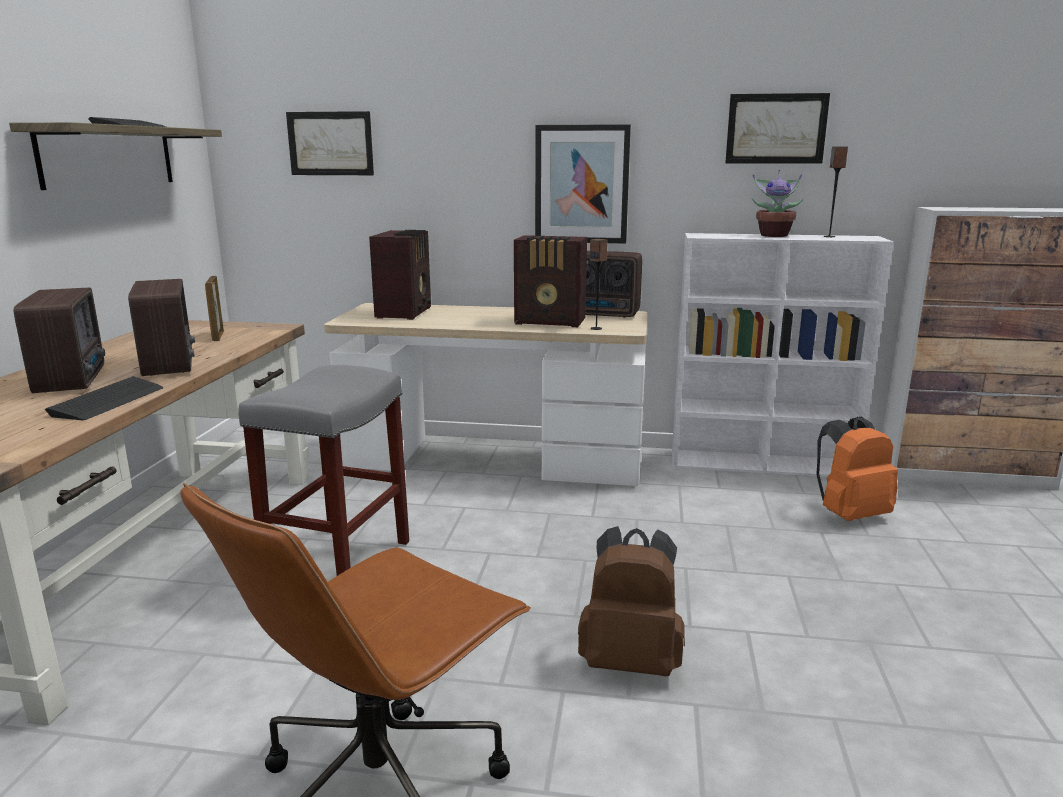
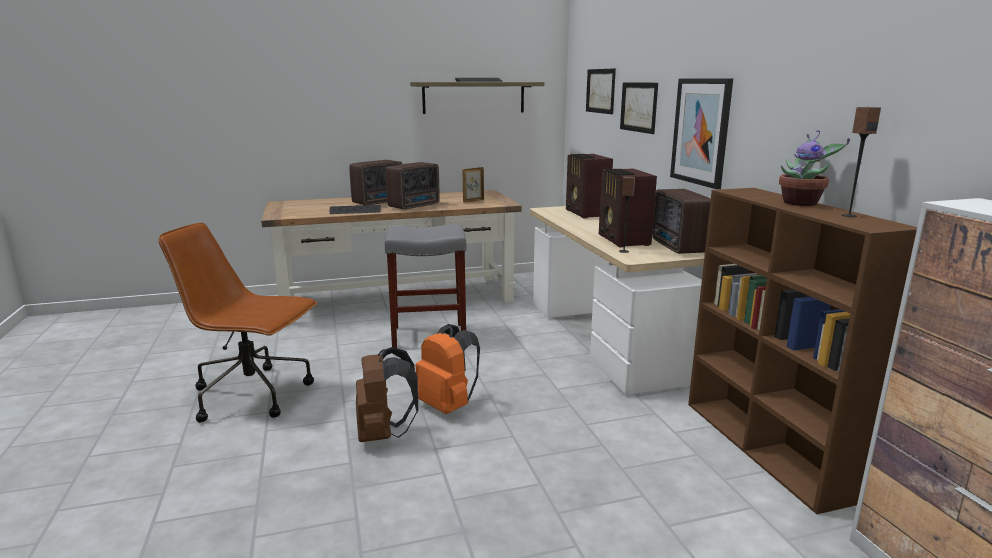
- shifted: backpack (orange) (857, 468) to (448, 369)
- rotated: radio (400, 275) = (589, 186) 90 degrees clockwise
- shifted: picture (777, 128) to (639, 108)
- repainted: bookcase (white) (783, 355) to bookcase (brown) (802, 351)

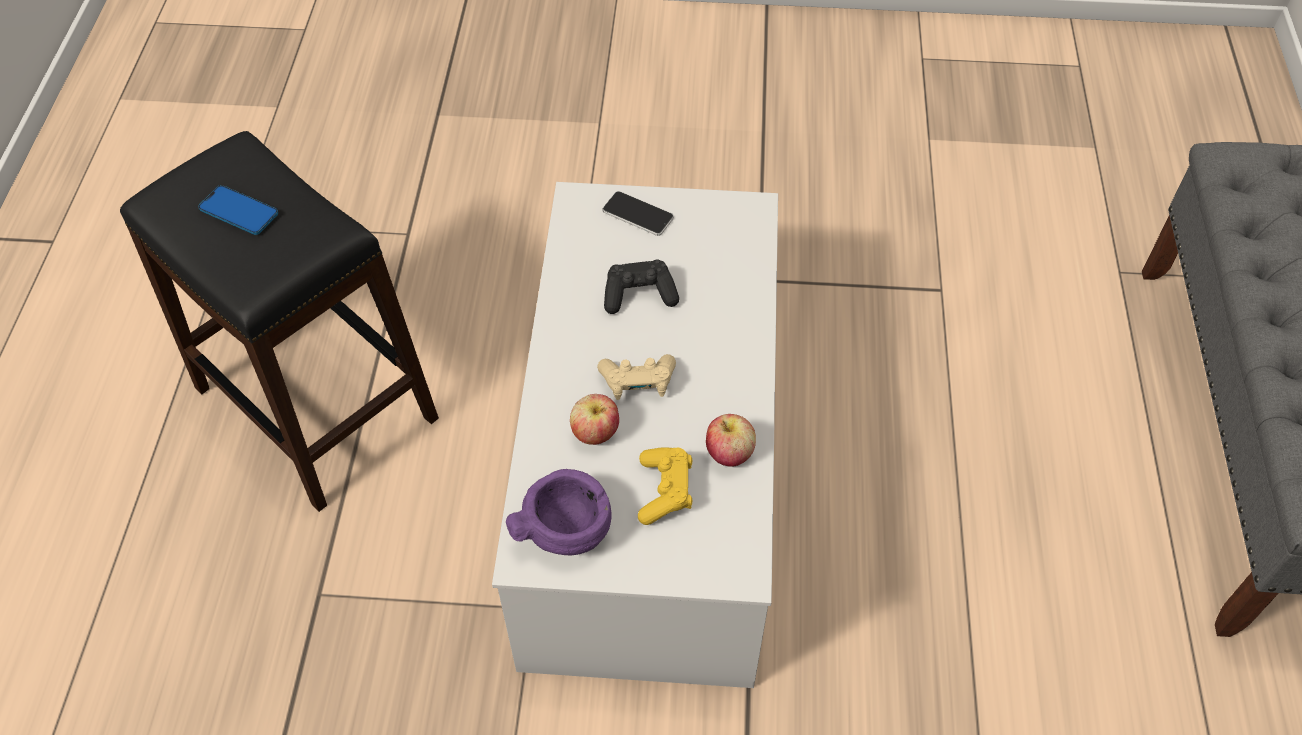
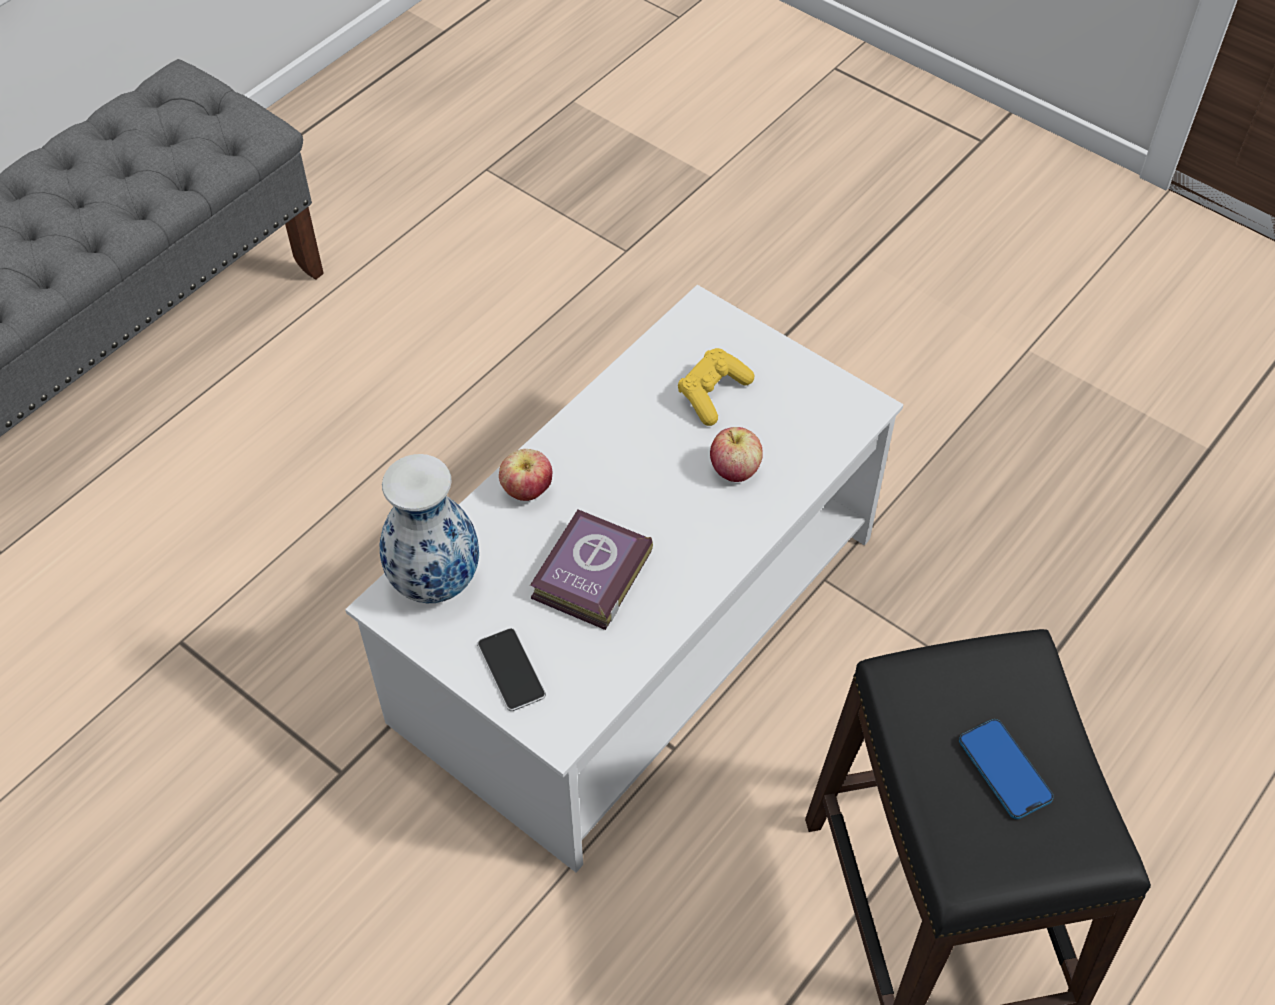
- new: vase (429, 528)
- shifted: apple (731, 440) to (525, 475)
- swapped: game controller (black) (641, 287) to book (591, 570)
- gone: bowl (purple) (559, 512)
- gone: game controller (beige) (636, 377)

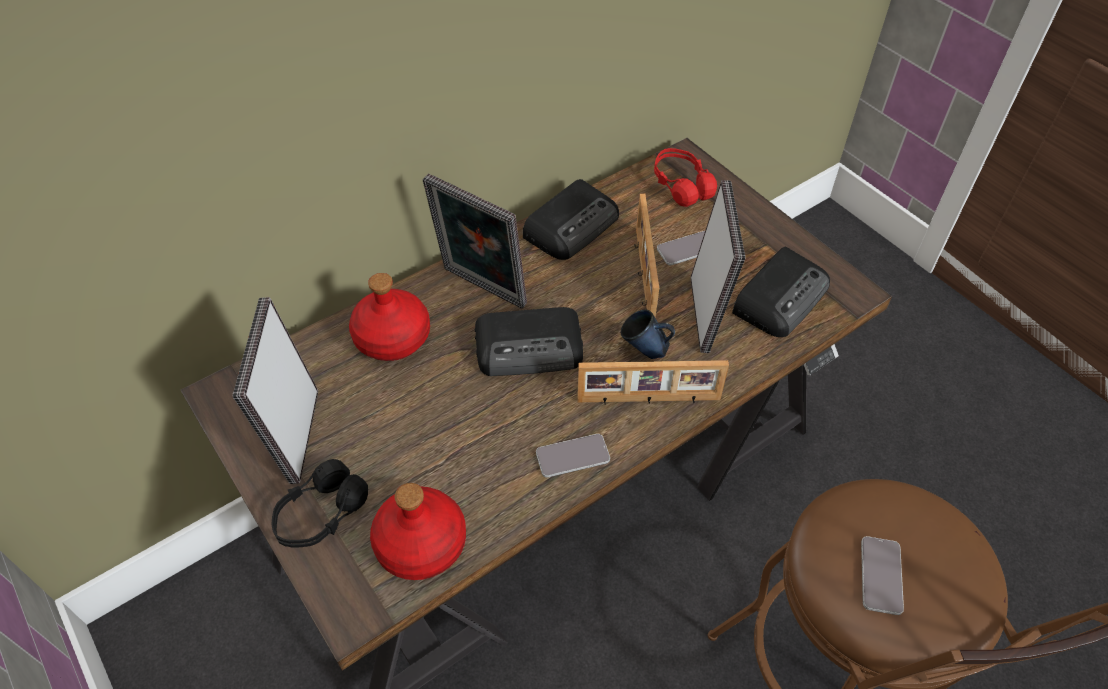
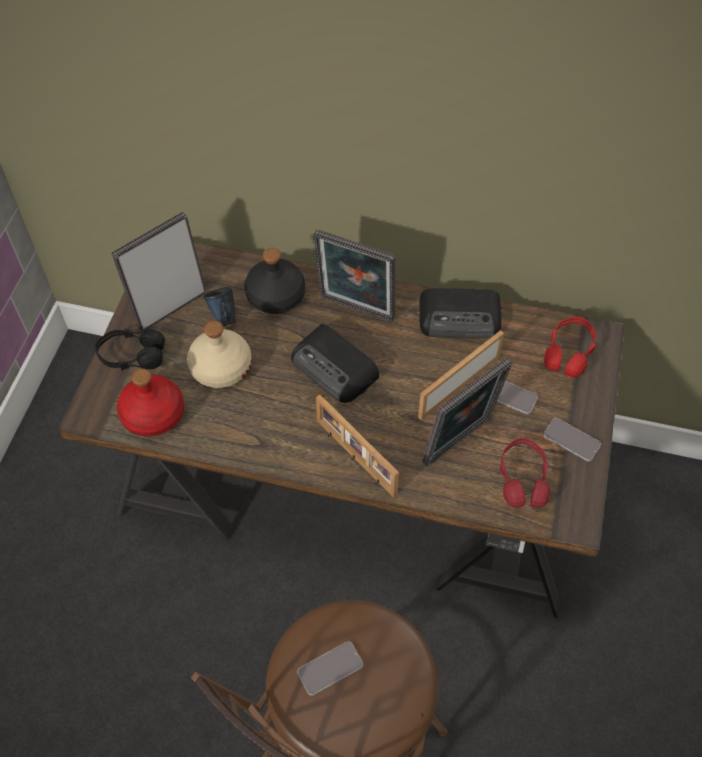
- new: bottle (beige) (219, 354)
- shifted: mug (blue) (648, 334) to (219, 306)
- repainted: bottle (red) (389, 317) to bottle (black) (274, 281)
- rotated: picture frame (475, 241) = (354, 275) 60 degrees counterclockwise
- swapped: radio (781, 292) to headphones (red) (525, 473)
- shifted: phone (573, 456) to (572, 440)

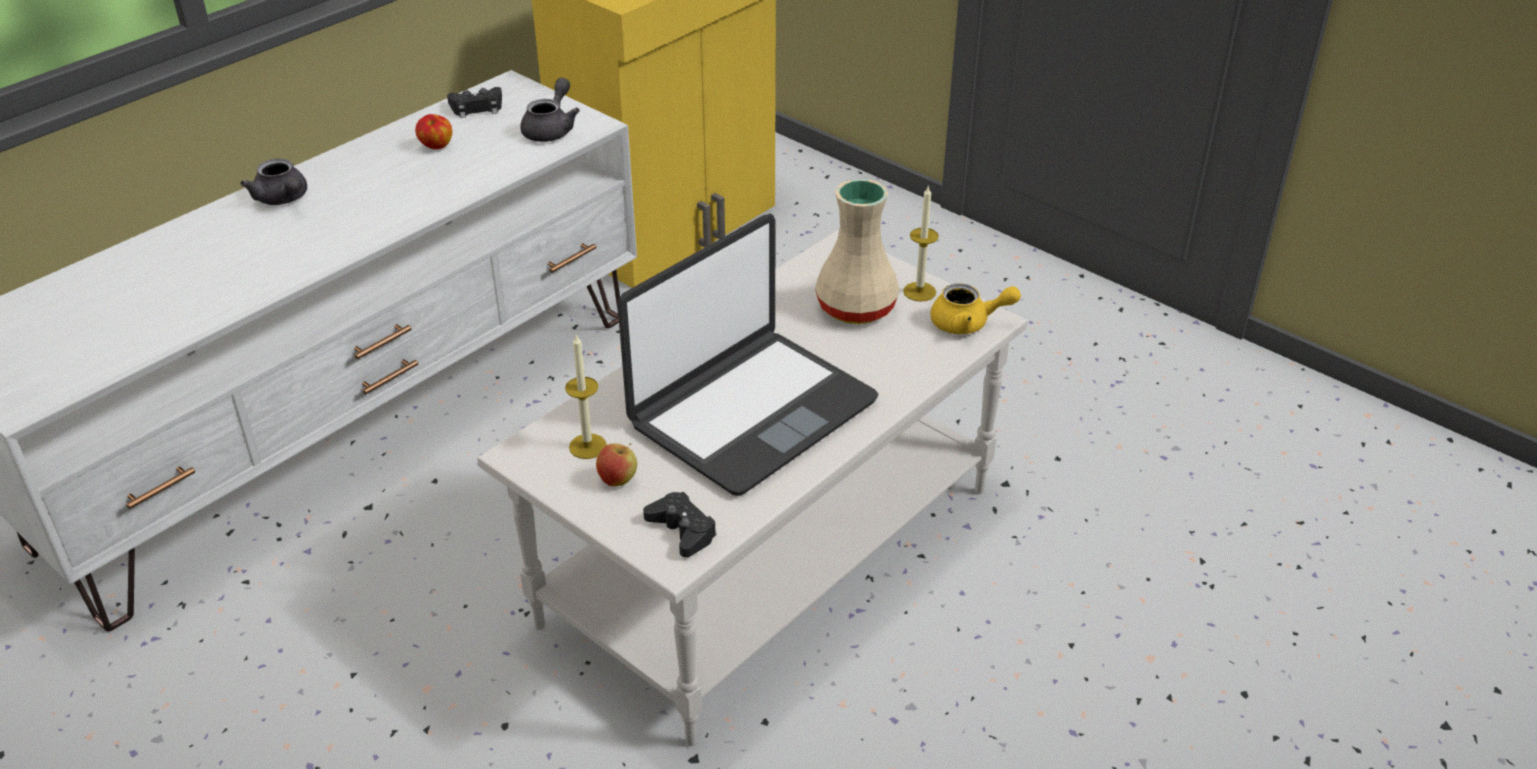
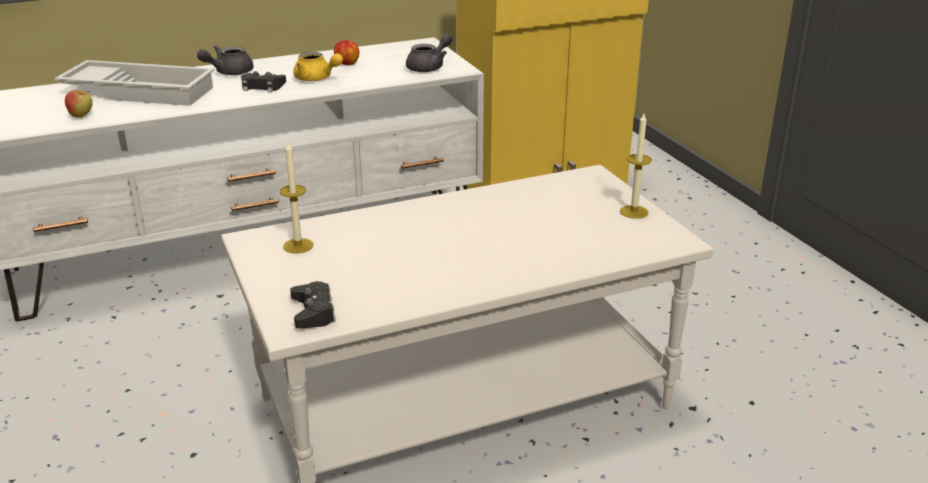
- new: tray (white) (135, 83)
- shifted: apple (616, 464) to (79, 104)
- rotated: teapot (grey) (273, 181) = (225, 60) 60 degrees clockwise
- shifted: game controller (black) (474, 102) to (263, 81)
- shifted: teapot (yellow) (975, 308) to (318, 66)
- gone: laptop (748, 355)
- gone: vase (beige) (857, 251)

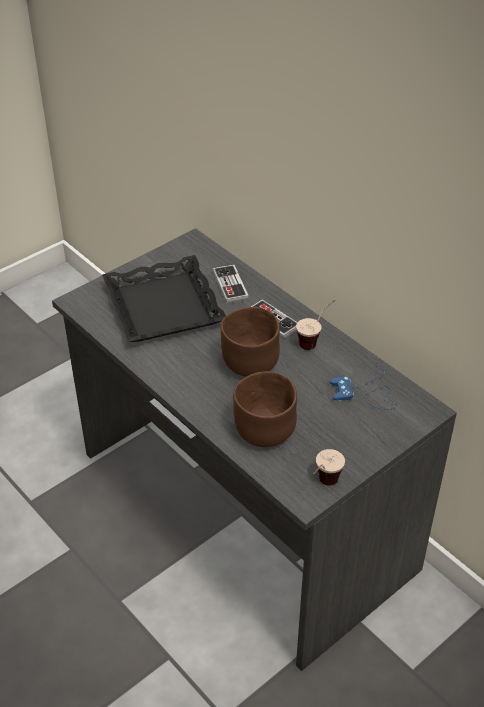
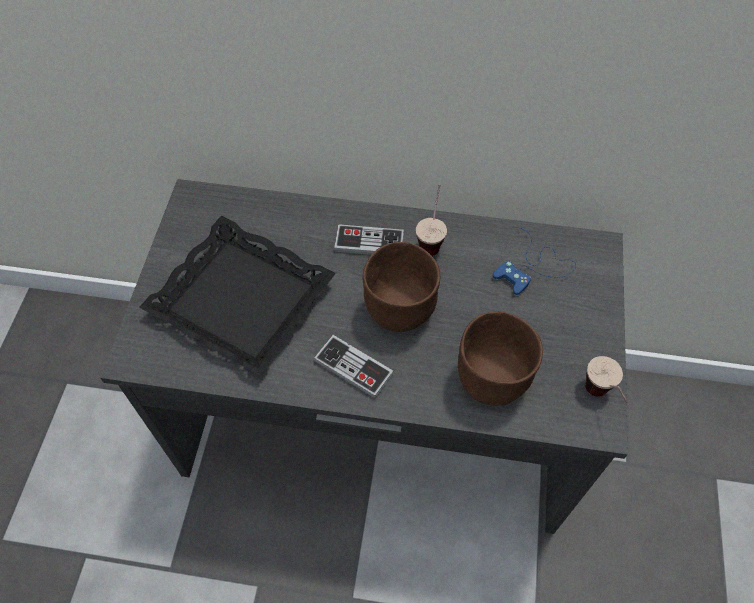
- shifted: game controller (231, 283) to (354, 366)

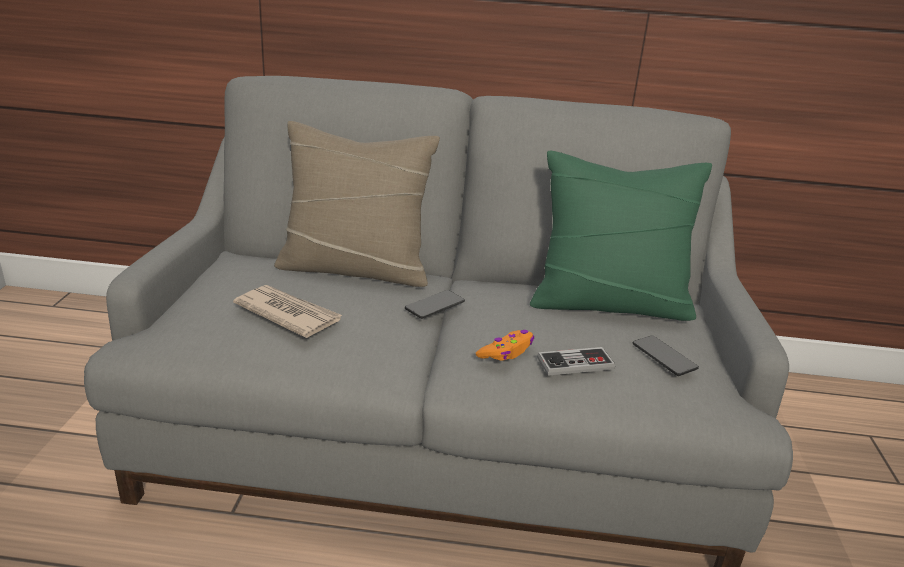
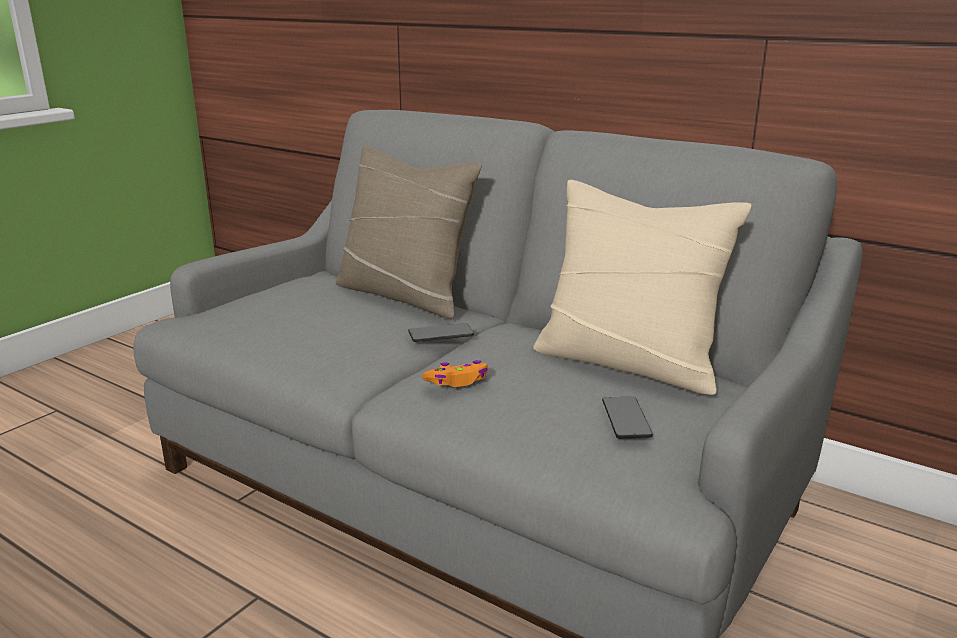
- repainted: pillow (green) (621, 236) to pillow (beige) (642, 287)
- gone: newspaper (288, 311)
- gone: game controller (576, 361)

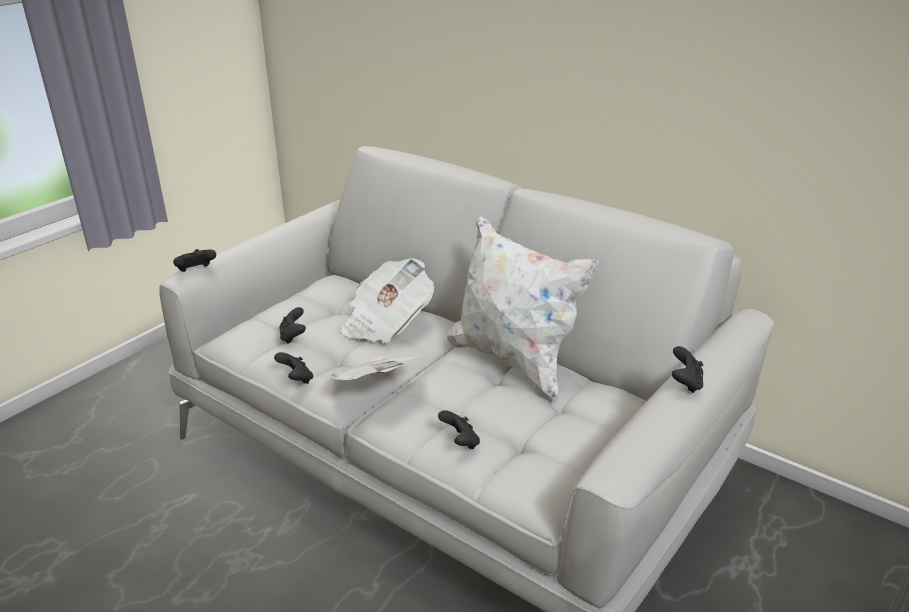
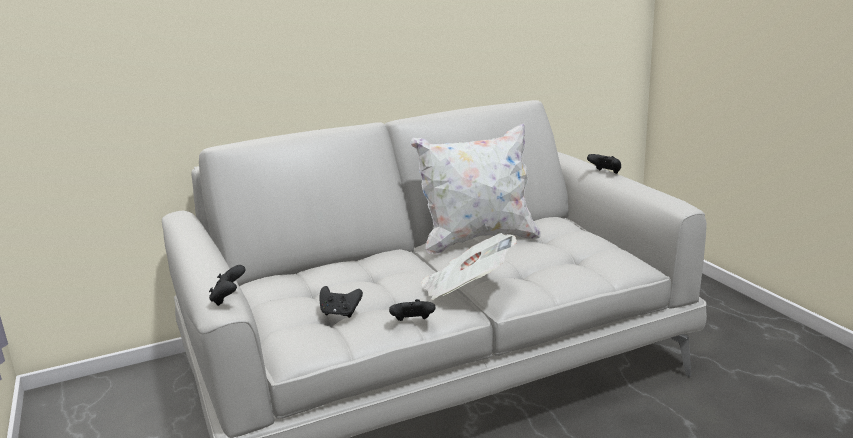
- gone: newspaper (387, 300)
- gone: game controller (black) (459, 429)

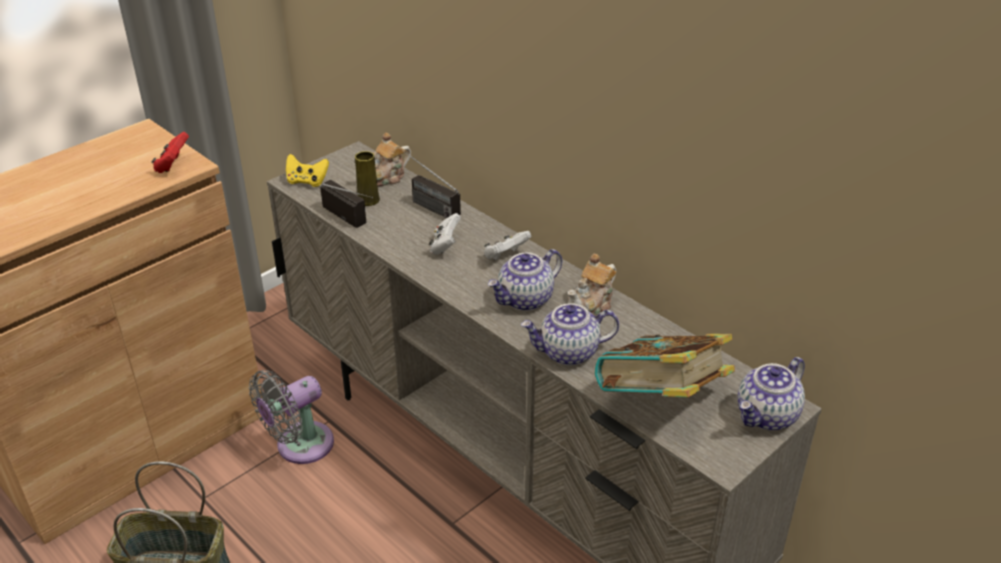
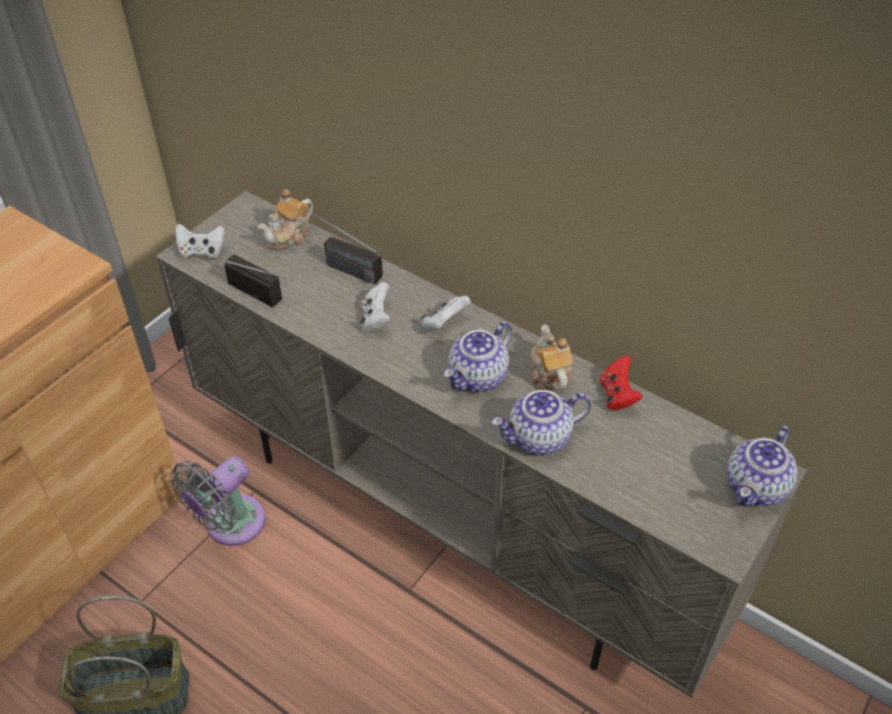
- repainted: game controller (yellow) (307, 170) to game controller (white) (200, 241)
- rotated: teapot (592, 285) = (551, 358) 135 degrees clockwise
- shifted: game controller (red) (170, 152) to (621, 383)
- gone: vase (yellow) (367, 178)
- gone: book (664, 366)

